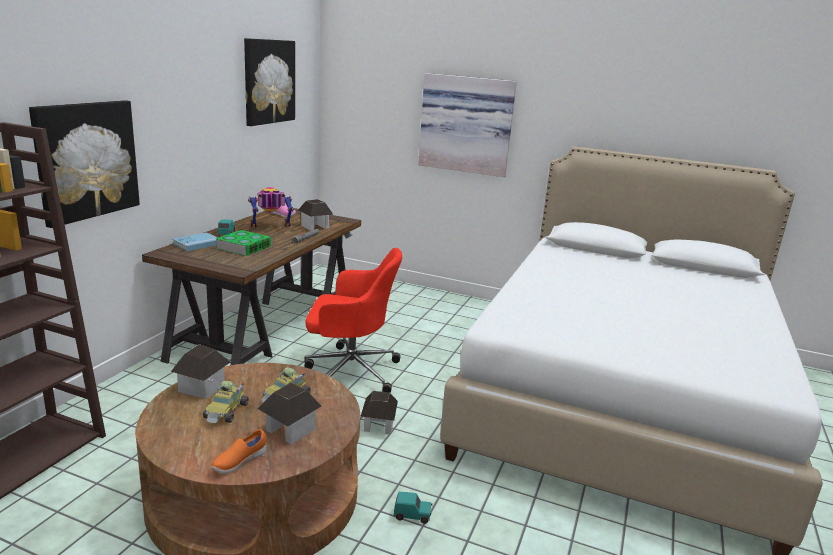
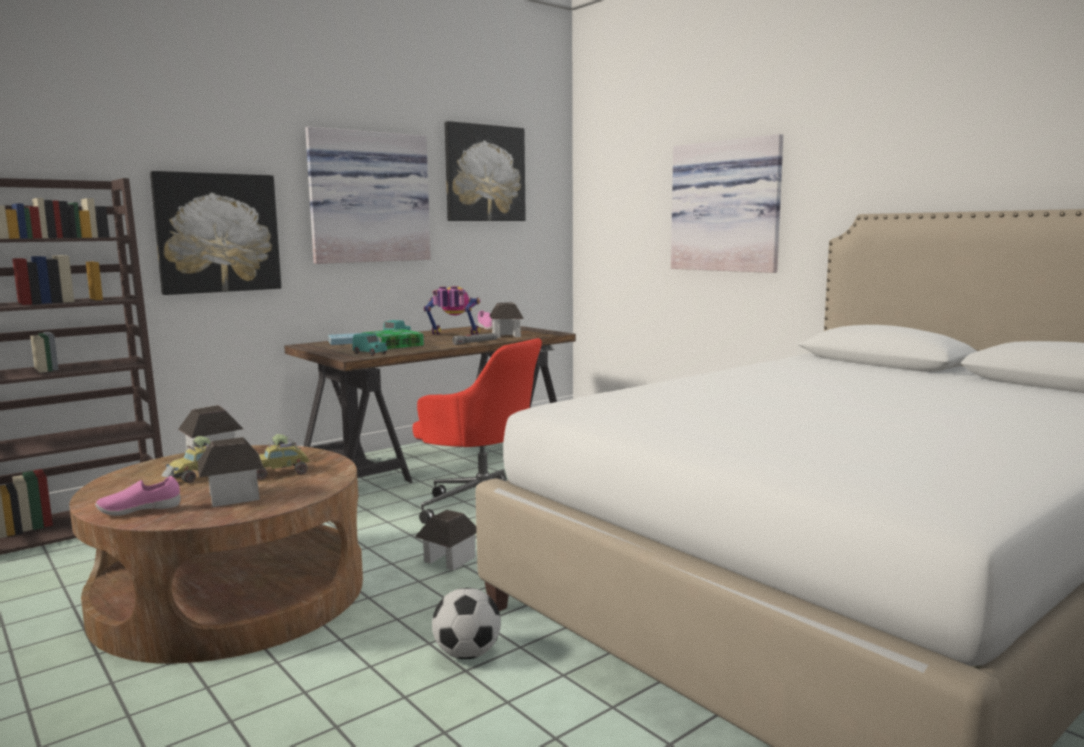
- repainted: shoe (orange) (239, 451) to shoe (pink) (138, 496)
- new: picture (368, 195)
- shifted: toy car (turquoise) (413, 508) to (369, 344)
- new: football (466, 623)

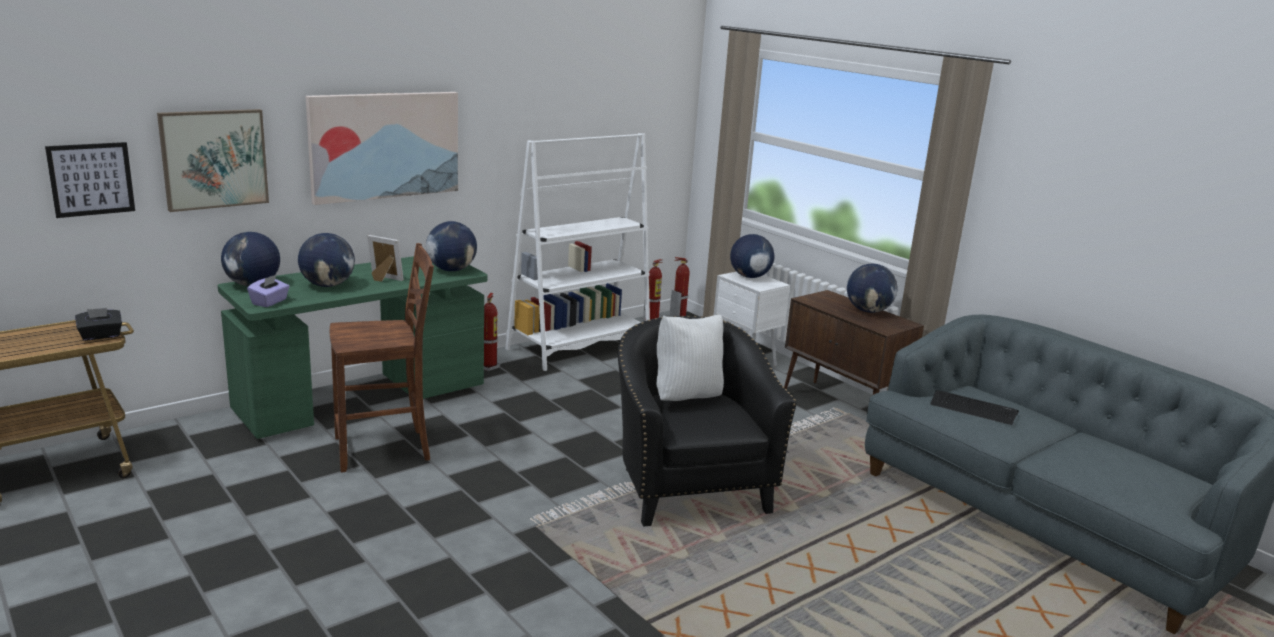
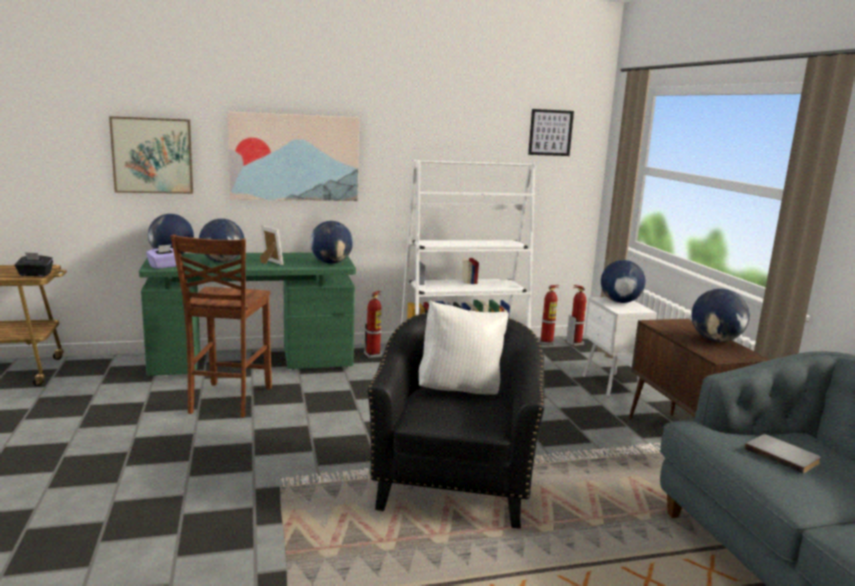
- rotated: chair (brown) (382, 357) = (221, 326) 90 degrees clockwise
- shifted: picture (90, 180) to (551, 132)
- swapped: keyboard (974, 407) to book (grey) (782, 454)

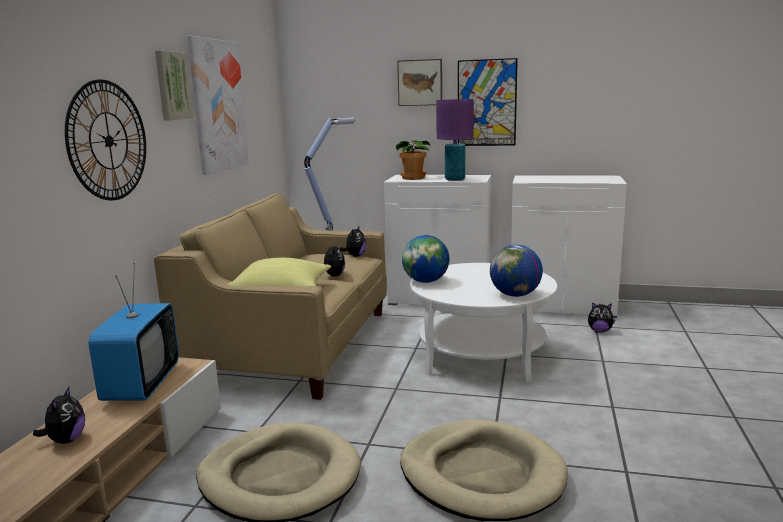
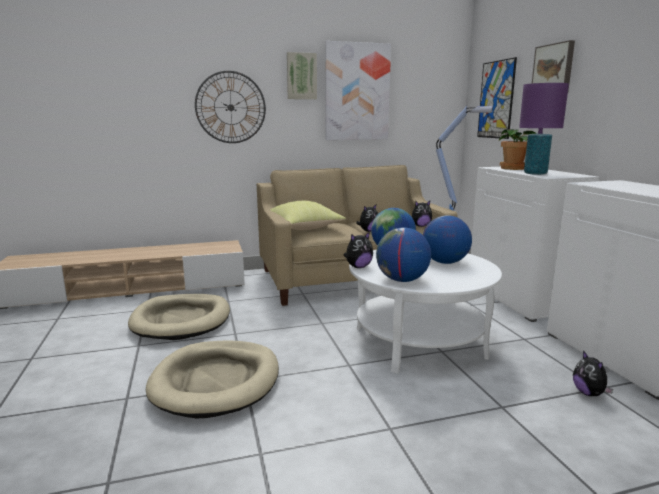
- shifted: plush toy (59, 415) to (358, 250)
- new: globe (447, 239)
- shifted: picture (488, 102) to (497, 98)
- gone: television (133, 332)

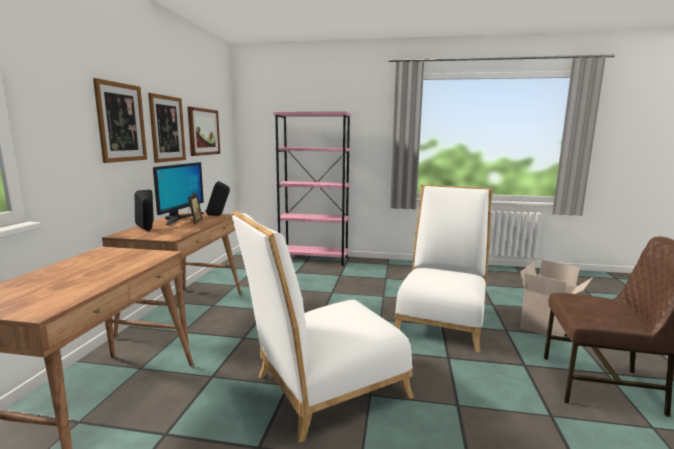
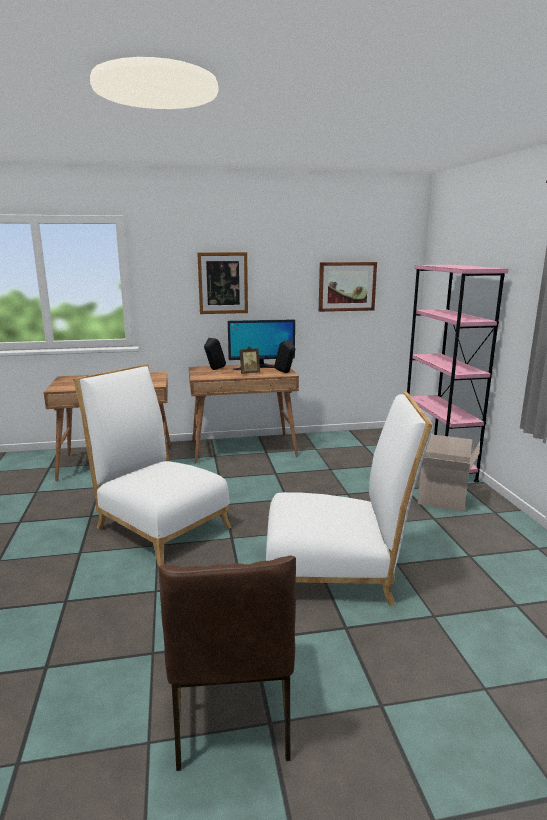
- shifted: cardboard box (556, 298) to (449, 473)
- gone: picture (167, 128)

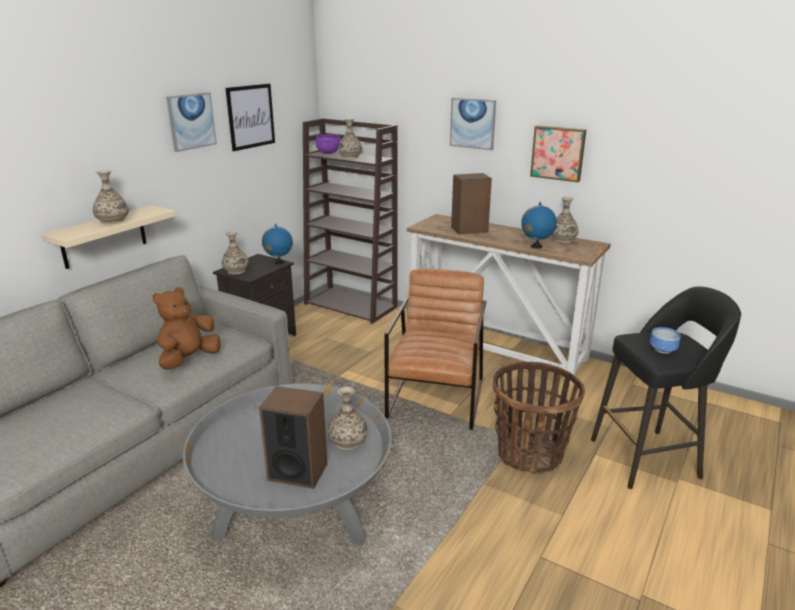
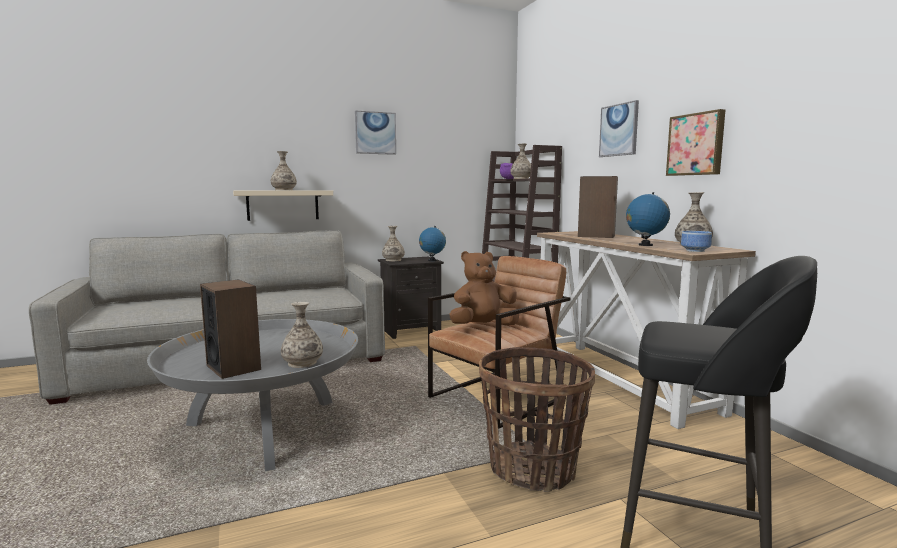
- shifted: plush toy (brown) (186, 328) to (484, 288)
- shifted: bowl (665, 340) to (696, 241)
- gone: picture (250, 117)

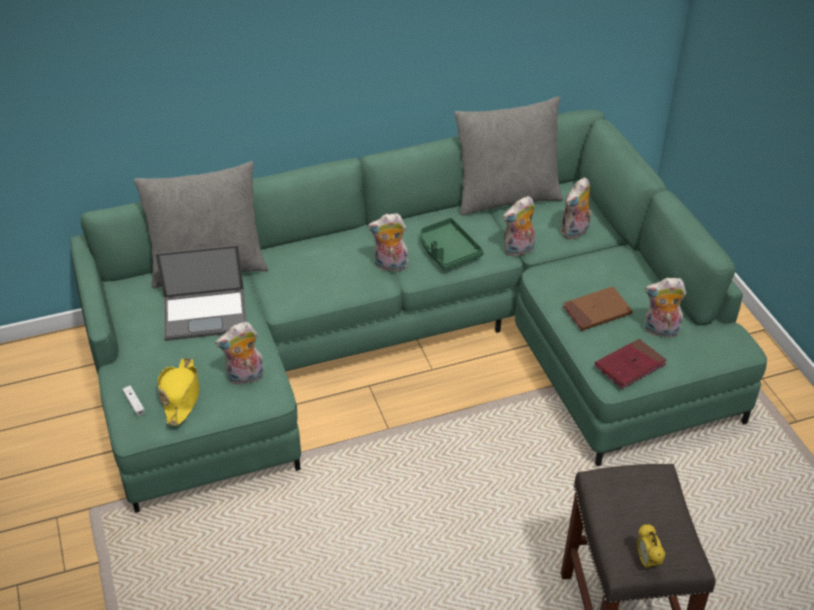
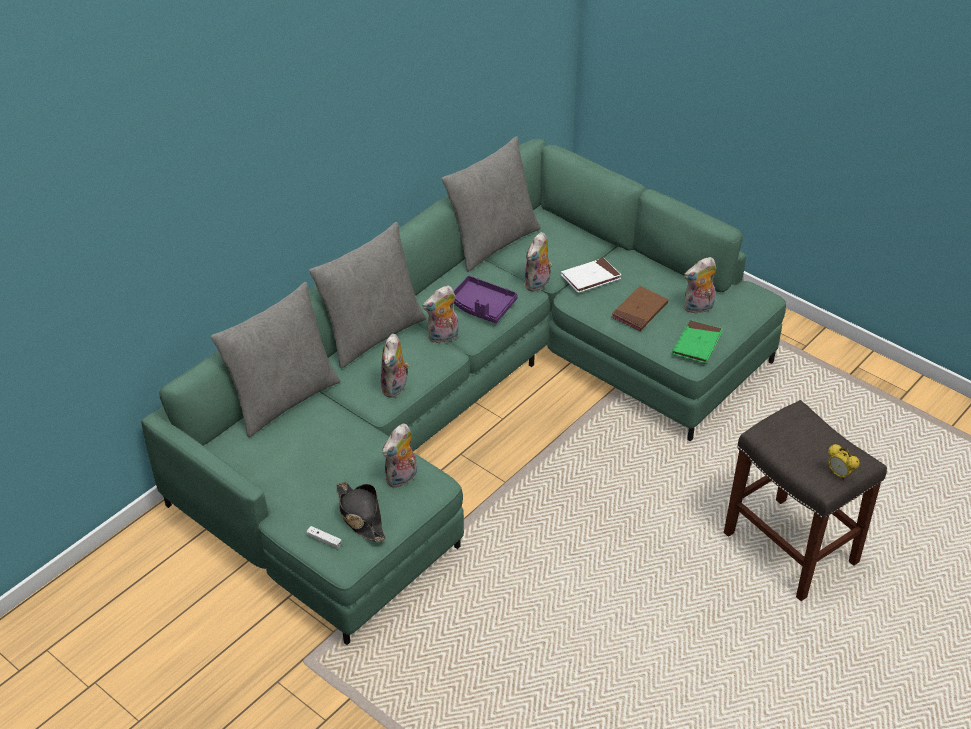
- new: pillow (grey) (367, 295)
- repainted: hat (yellow) (178, 392) to hat (black) (361, 511)
- shifted: plush toy (576, 208) to (395, 366)
- repainted: tray (green) (452, 243) to tray (purple) (485, 299)
- new: book (white) (591, 275)
- repainted: book (red) (631, 363) to book (green) (697, 342)
- gone: laptop (201, 293)

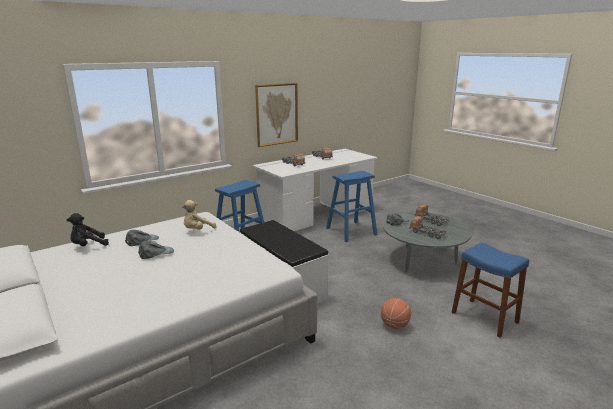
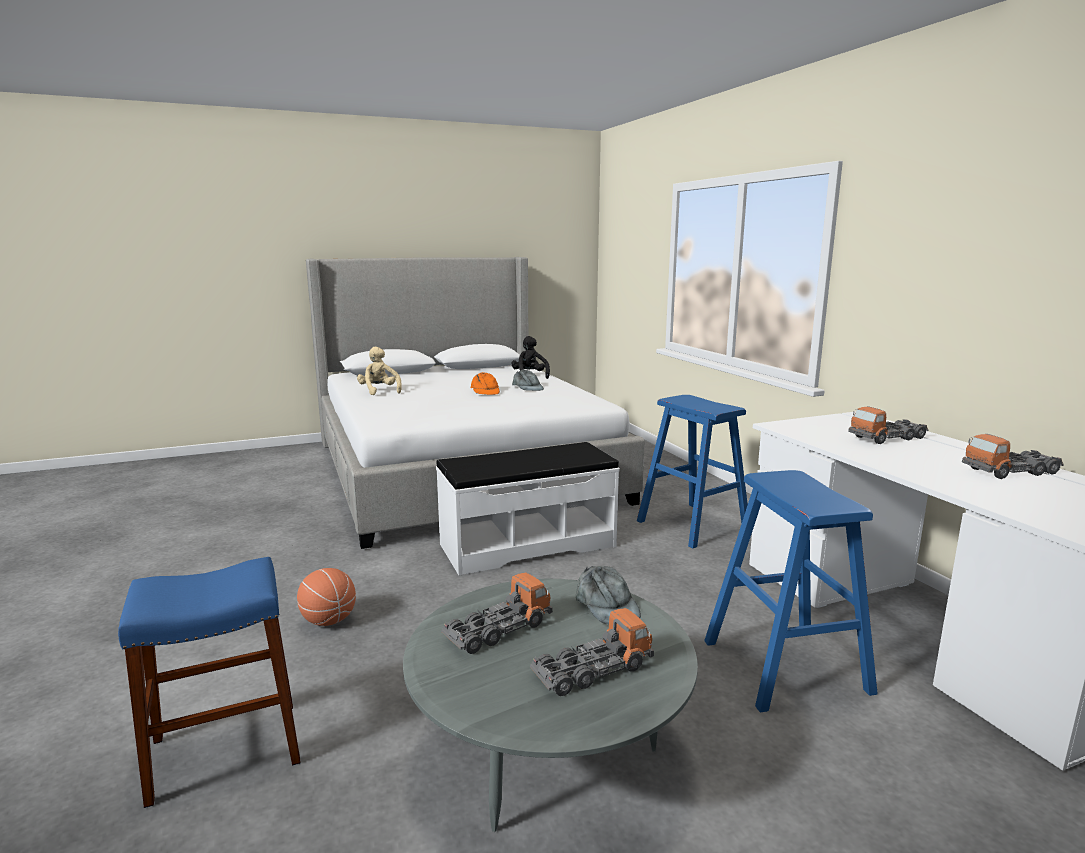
- shifted: plush toy (beige) (199, 215) to (379, 370)
- repainted: cap (grey) (156, 250) to cap (orange) (485, 383)
- gone: picture (276, 115)

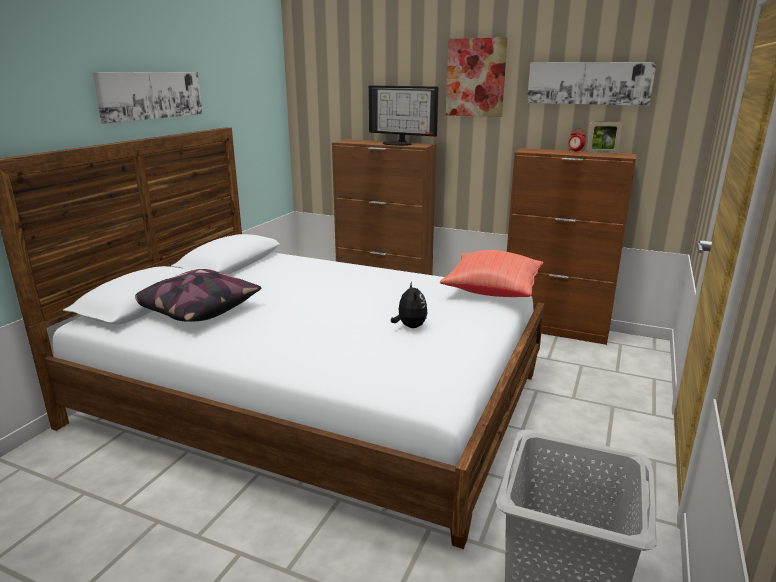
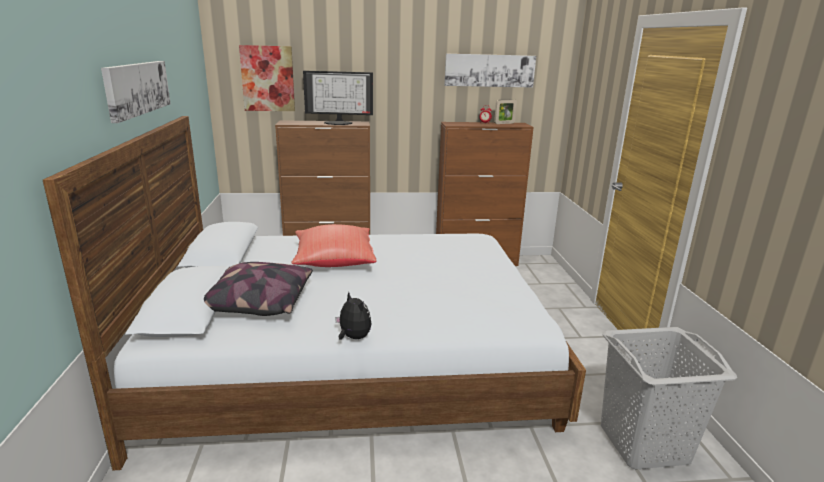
- shifted: picture (477, 77) to (267, 78)
- shifted: pillow (red) (491, 273) to (334, 245)
- shifted: plush toy (409, 305) to (353, 315)

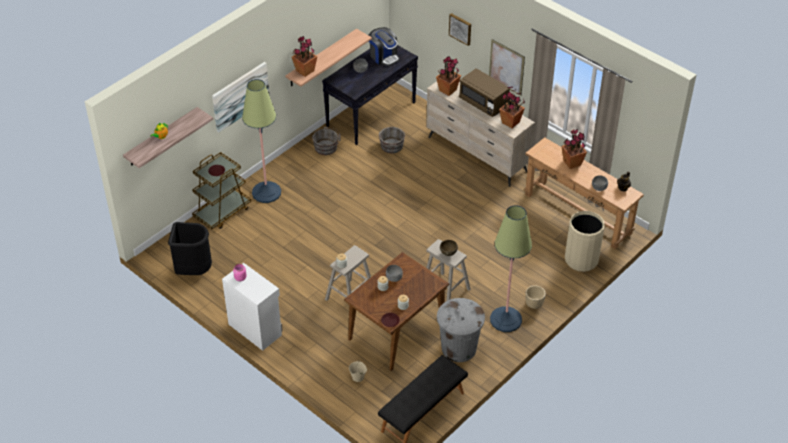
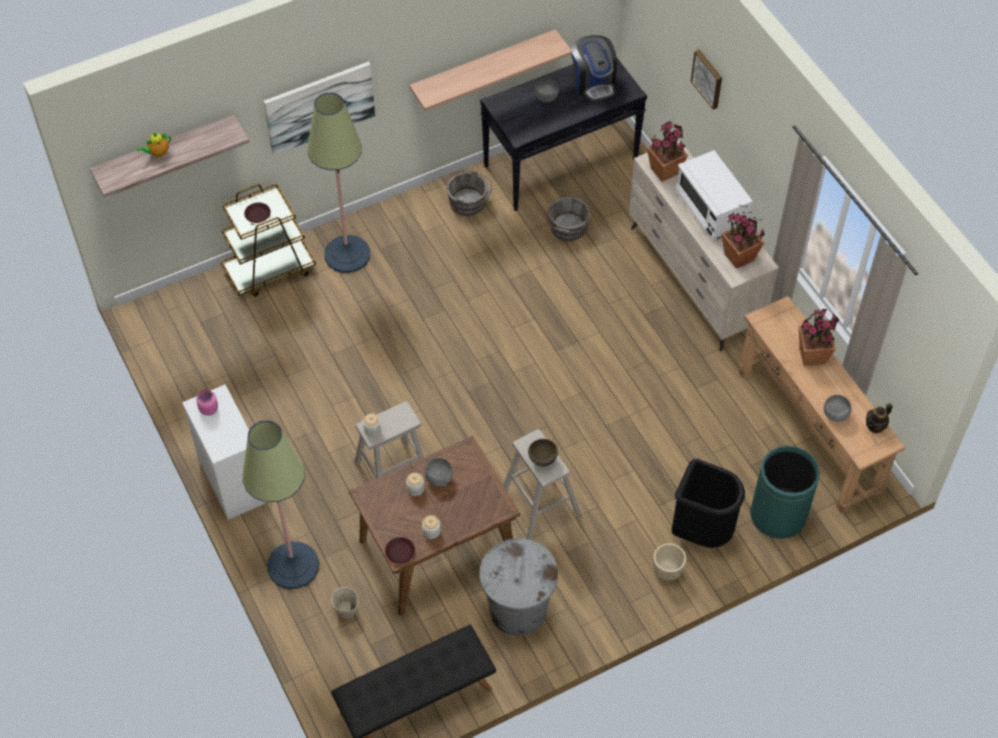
- shifted: floor lamp (511, 268) to (280, 505)
- shifted: trash can (black) (190, 248) to (708, 503)
- repainted: microwave (brown) (484, 92) to microwave (white) (714, 195)
- repainted: trash can (beige) (585, 241) to trash can (green) (785, 492)
- gone: potted plant (304, 56)
- gone: picture (507, 67)

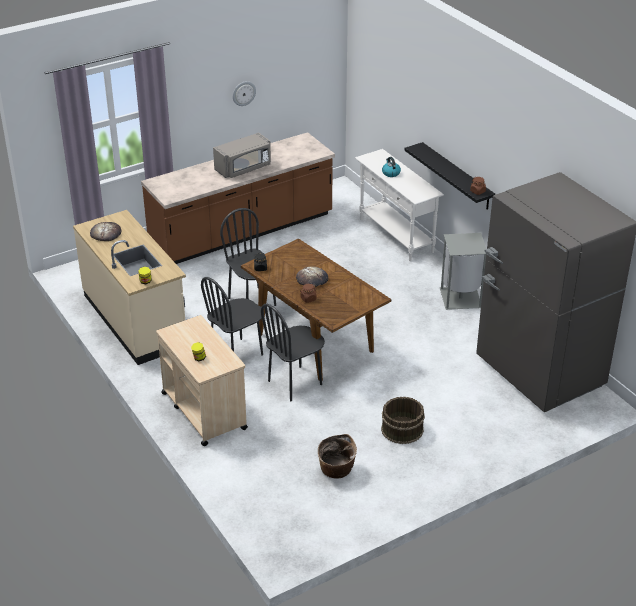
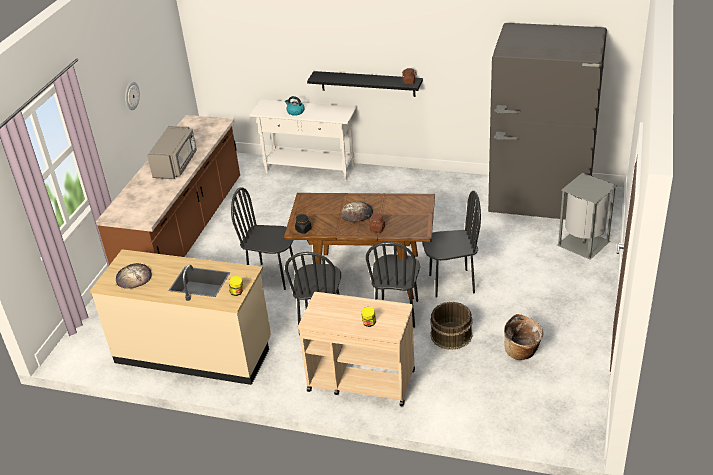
- new: chair (black) (451, 244)
- shifted: bucket (brown) (403, 420) to (451, 326)
- shifted: trash can (grey) (463, 271) to (587, 216)

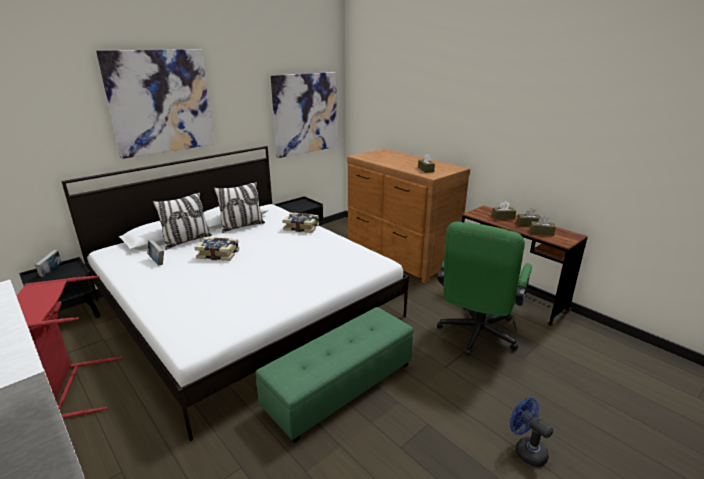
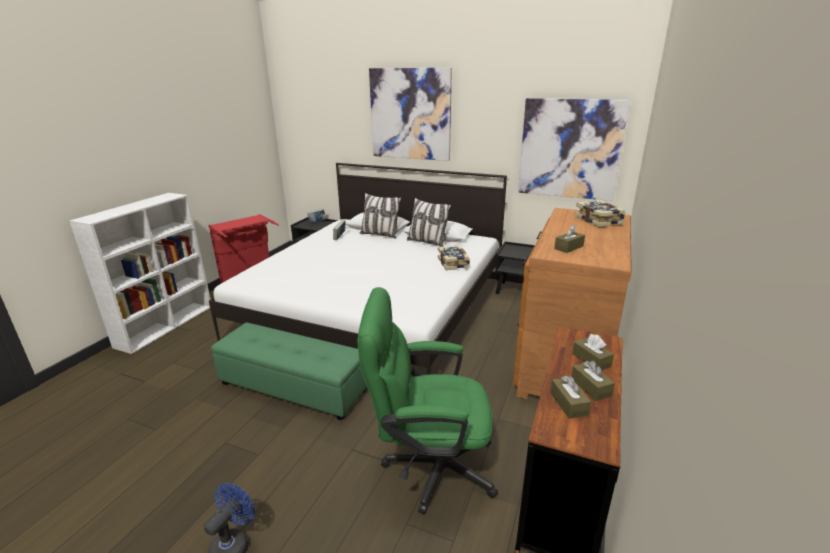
- shifted: book (217, 249) to (600, 213)

